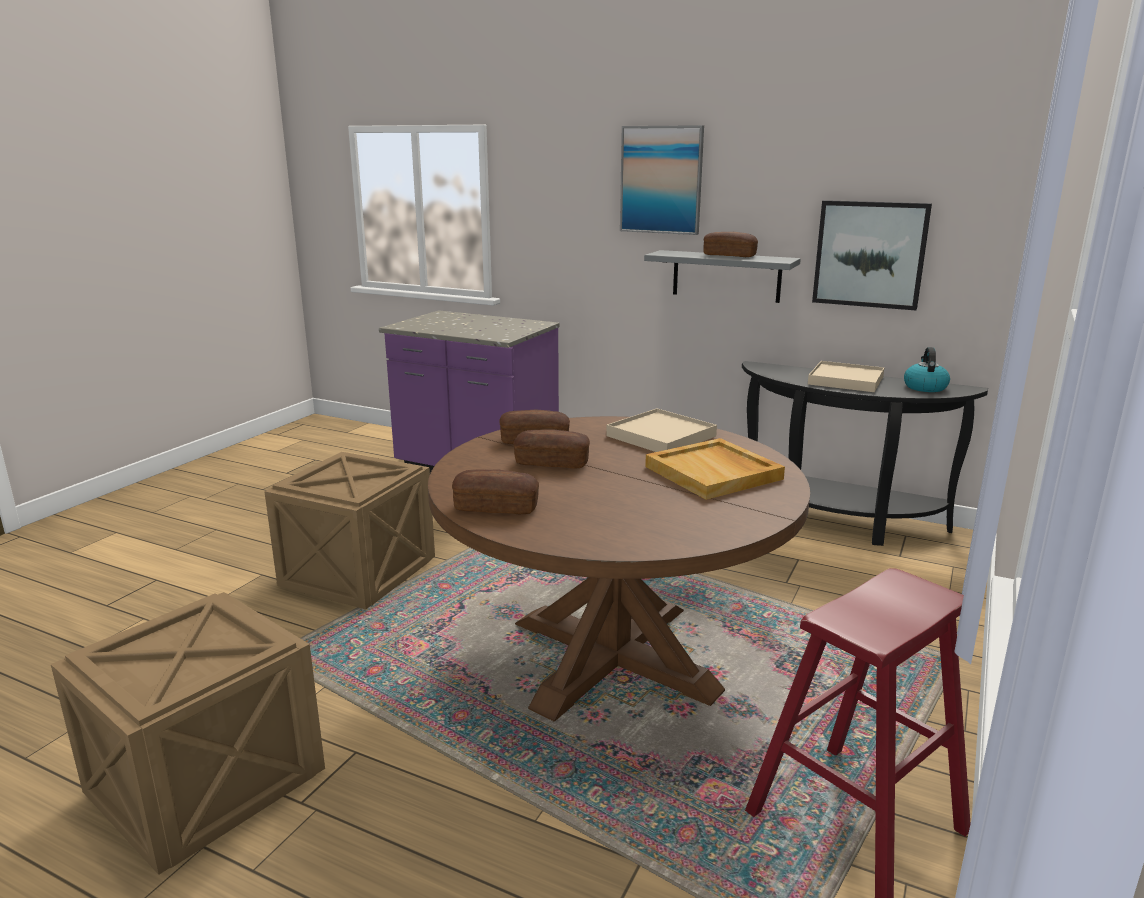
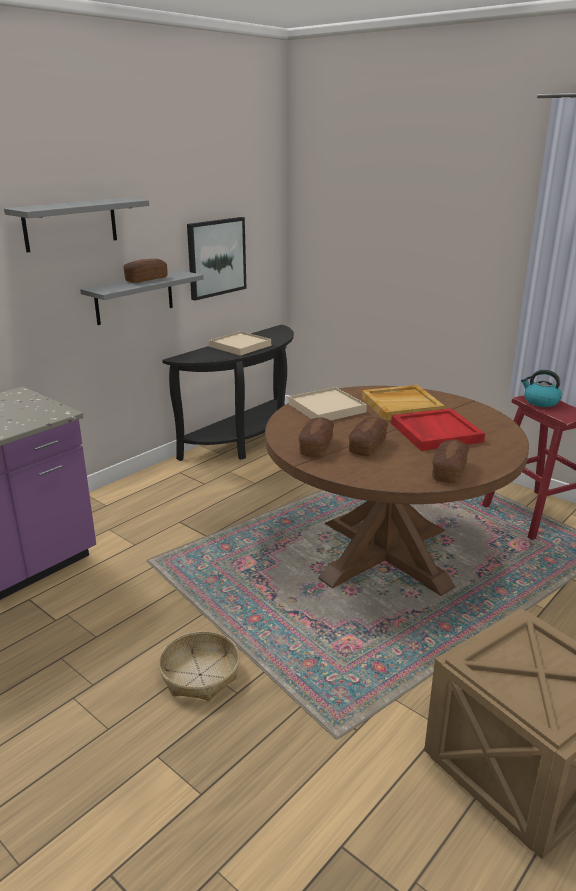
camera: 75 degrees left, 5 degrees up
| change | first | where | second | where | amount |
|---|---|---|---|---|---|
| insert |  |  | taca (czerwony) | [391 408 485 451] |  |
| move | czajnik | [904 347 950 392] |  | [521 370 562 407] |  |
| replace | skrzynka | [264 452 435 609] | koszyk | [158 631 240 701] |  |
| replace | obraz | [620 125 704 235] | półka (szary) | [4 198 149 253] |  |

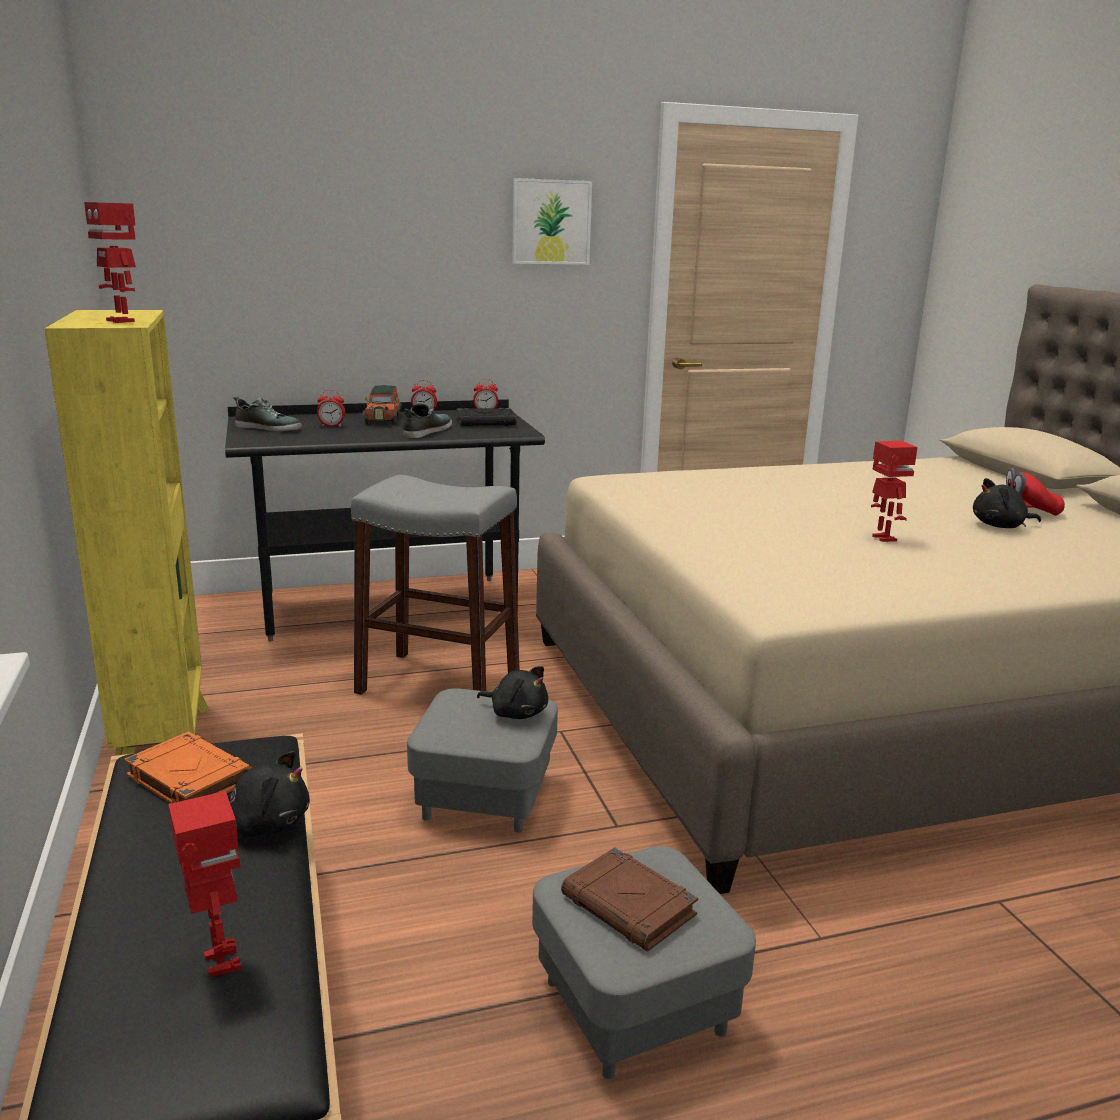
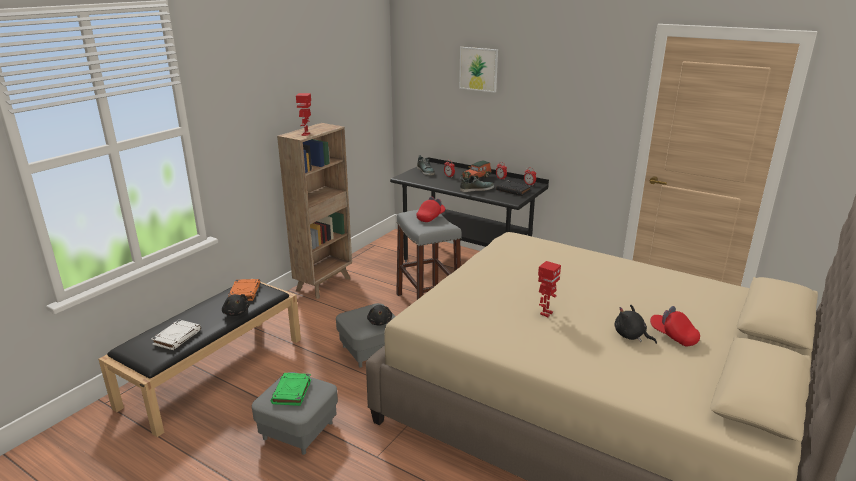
camera: 50 degrees right, 5 degrees up
| change | first | where | second | where | amount |
|---|---|---|---|---|---|
| insert |  |  | czapka z daszkiem (czerwony) | [416 197 446 222] |  |
| move | obraz | [512 178 592 265] |  | [459 47 498 93] |  |
| replace | robot zabawkowy | [168 791 241 977] | książka (biały) | [151 320 201 350] |  |
| recolor | regał (żółty) | [45 310 209 756] | regał (brązowy) | [277 123 352 299] |  |
| recolor | książka (brązowy) | [561 847 698 952] | książka (zielony) | [271 373 311 406] |  |

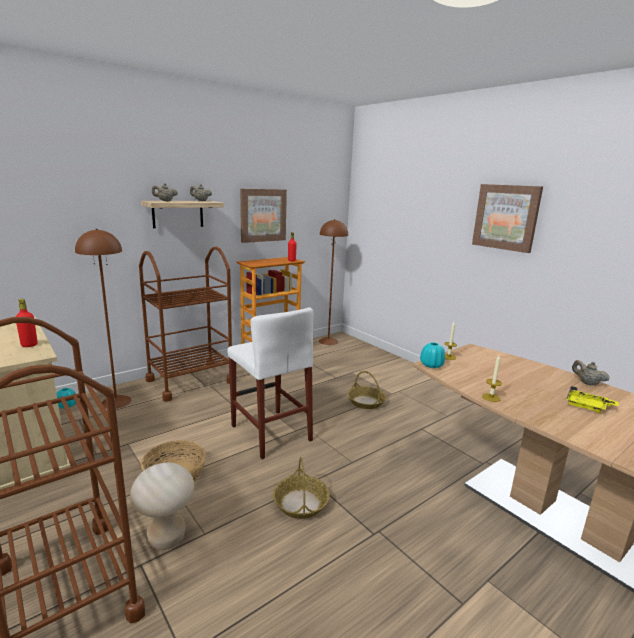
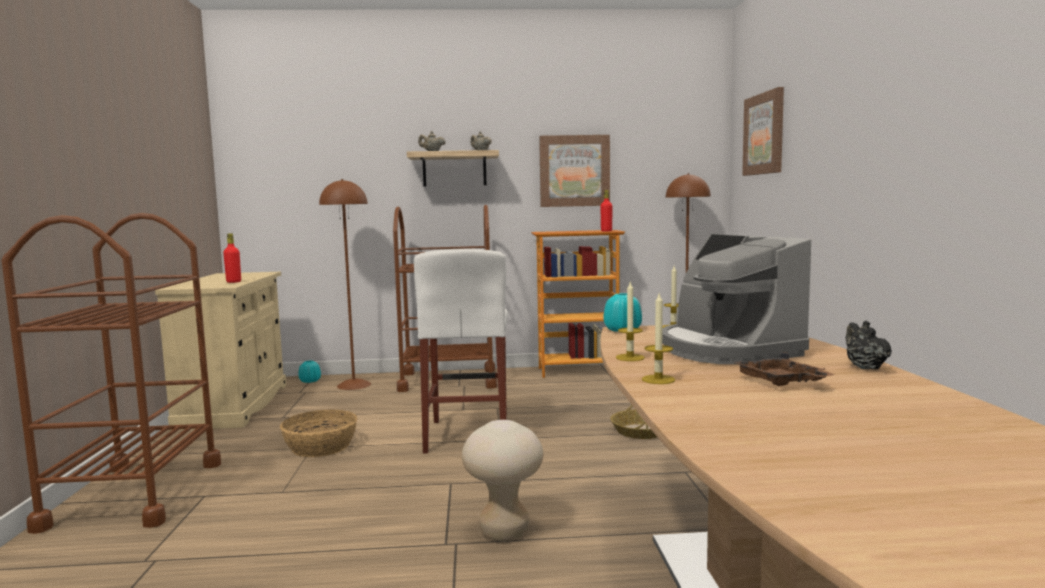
camera: 35 degrees right, 10 degrees down
| change | first | where | second | where | amount |
|---|---|---|---|---|---|
| delete | koszyk | [273 457 330 519] |  |  |  |
| insert |  |  | świeca | [642 294 675 384] |  |
| insert |  |  | ekspres do kawy | [662 234 811 364] |  |
| move | stołek (beżowy) | [130 463 194 550] |  | [462 420 543 541] |  |
| move | obraz | [472 184 543 253] |  | [742 87 784 176] |  |
| recolor | taca (żółty) | [566 386 619 413] | taca (brązowy) | [734 352 836 386] |  |
| recolor | imbryk (beżowy) | [572 360 609 386] | imbryk (czarny) | [846 321 892 369] |  |

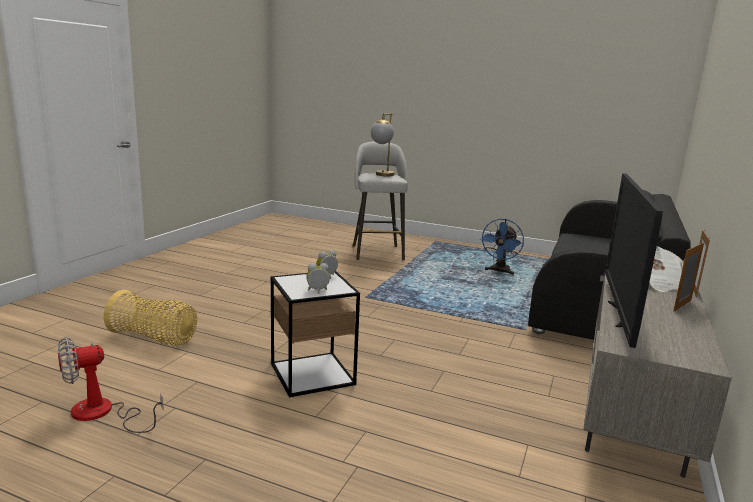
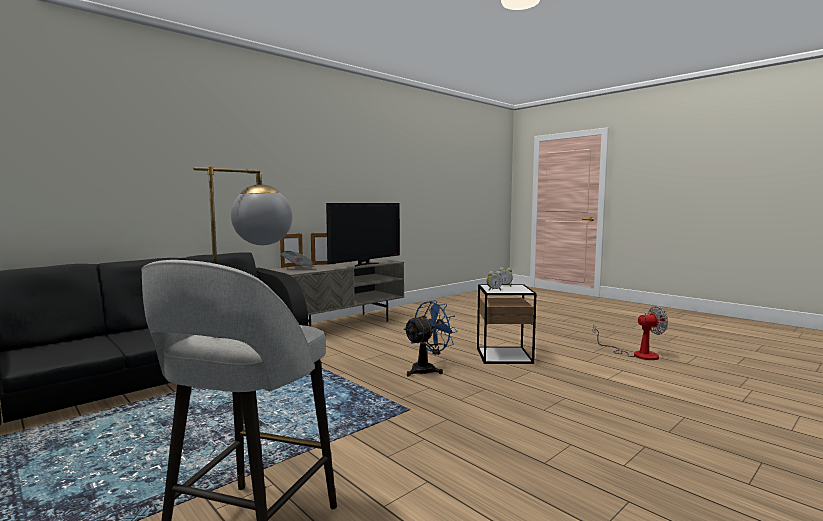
camera: 155 degrees left, 10 degrees down
| change | first | where | second | where | amount |
|---|---|---|---|---|---|
| delete | koszyk | [104 290 197 346] |  |  |  |
| move | wentylator (niebieski) | [480 219 524 275] |  | [403 300 458 377] |  |

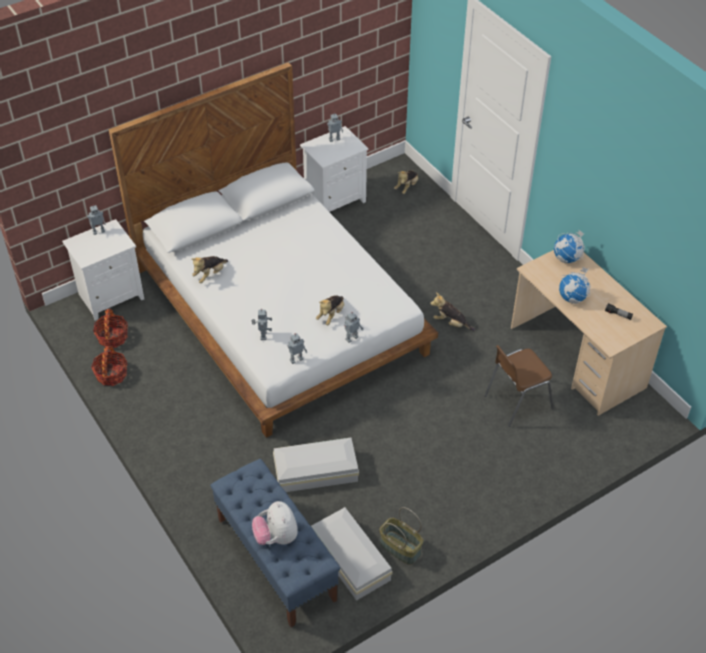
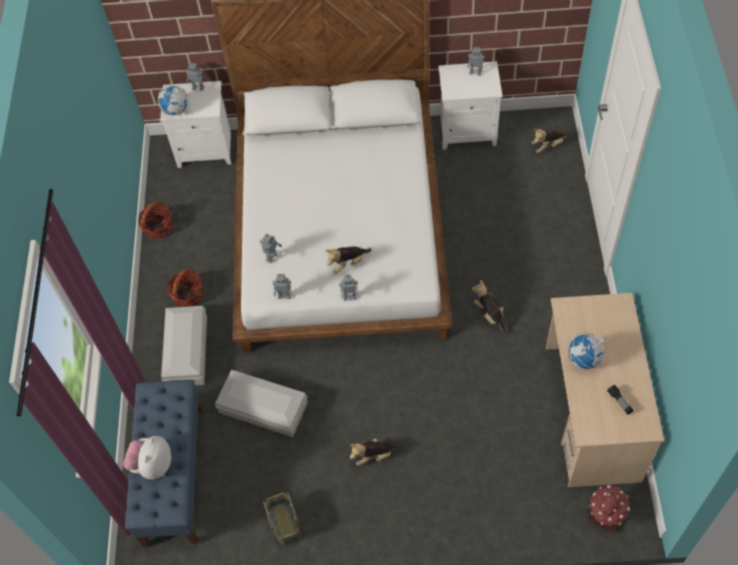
camera: 35 degrees right, 10 degrees up
| change | first | where | second | where | amount |
|---|---|---|---|---|---|
| delete | krzesło (brązowy) | [485 345 554 427] |  |  |  |
| insert |  |  | domek | [587 485 630 534] |  |
| move | koszyk | [93 309 128 348] |  | [167 269 204 307] |  |
| move | pluszak | [191 256 228 283] |  | [350 439 402 466] |  |
| move | pojemnik do przechowywania (biały) | [311 507 393 601] |  | [161 306 207 385] |  |
| move | globus | [554 230 585 263] |  | [158 85 190 115] |  |

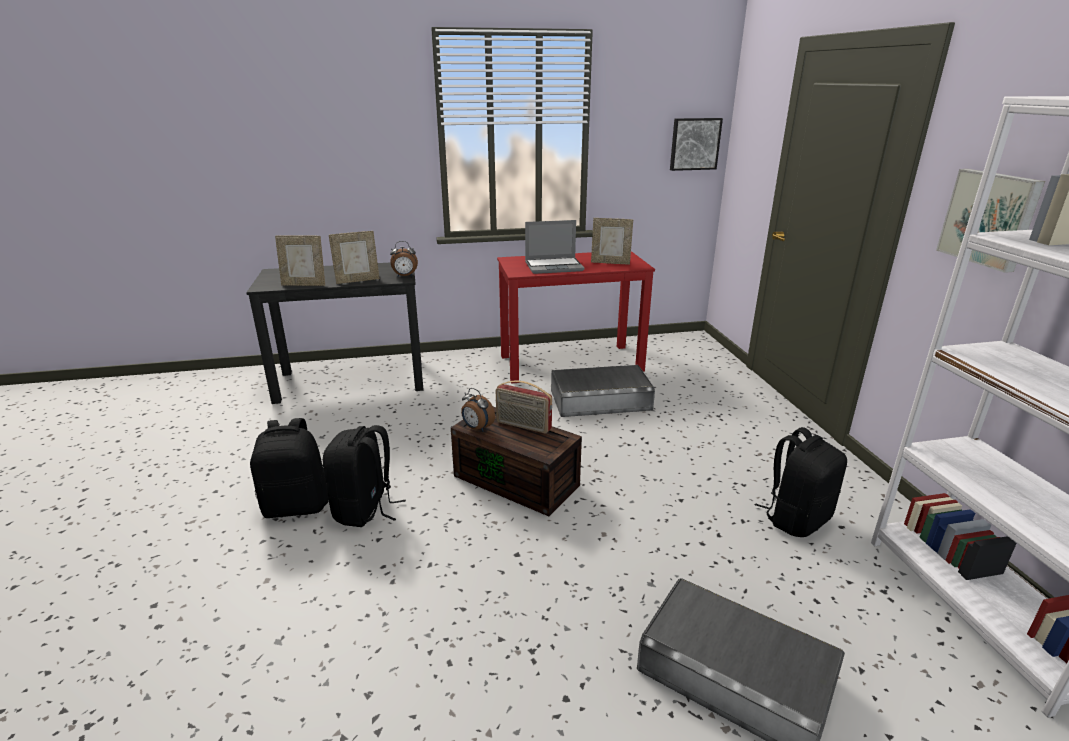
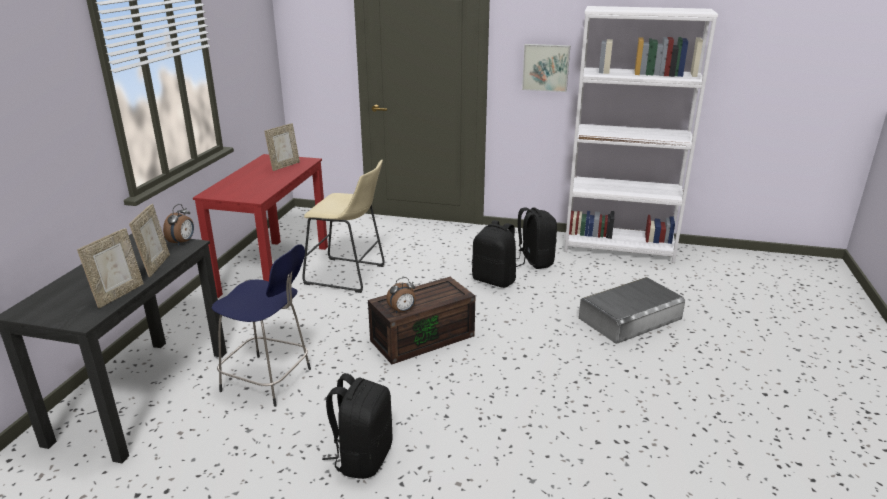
camera: 65 degrees left, 0 degrees up
| change | first | where | second | where | amount |
|---|---|---|---|---|---|
| delete | radio | [496 380 552 434] |  |  |  |
| delete | laptop | [525 220 584 274] |  |  |  |
| delete | obraz | [670 118 723 171] |  |  |  |
| insert |  |  | stołek (niebieski) | [212 244 311 407] |  |
| move | plecak (czarny) | [323 425 406 527] |  | [472 220 516 288] |  |
| replace | pojemnik do przechowywania (szary) | [551 365 655 417] | stołek (beżowy) | [302 160 385 293] |  |

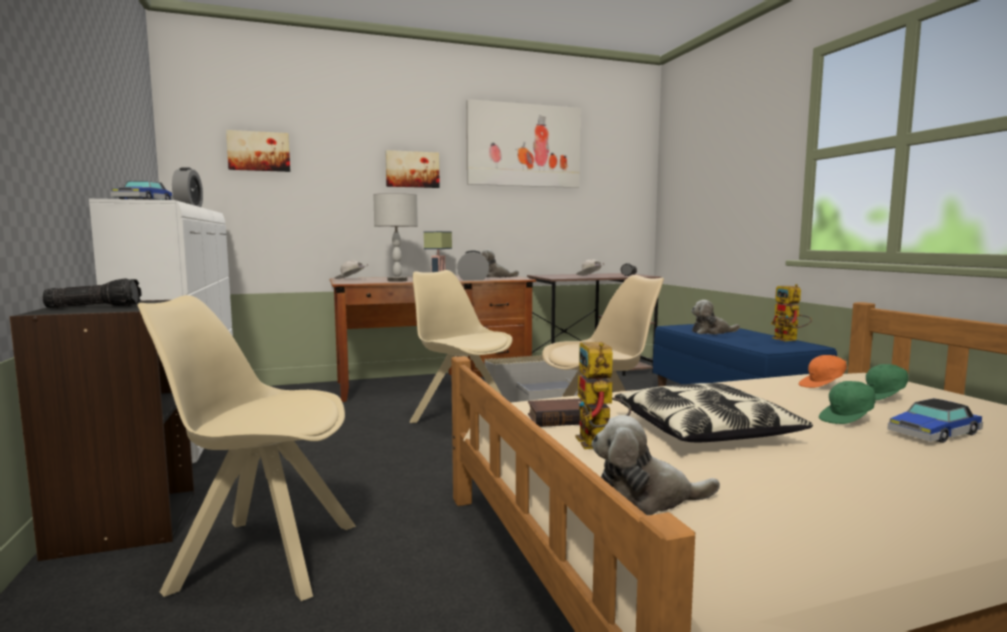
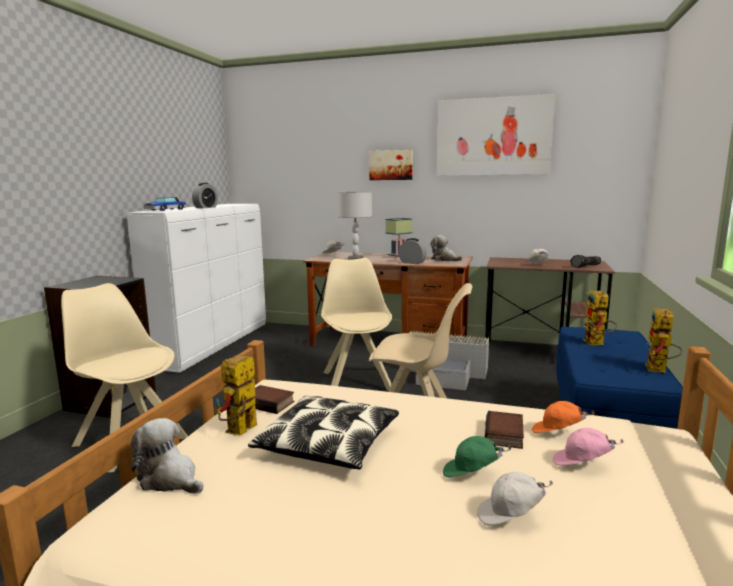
camera: 35 degrees right, 5 degrees up
| change | first | where | second | where | amount |
|---|---|---|---|---|---|
| delete | latarka | [42 278 142 308] |  |  |  |
| delete | obraz | [226 130 290 172] |  |  |  |
| insert |  |  | książka | [485 411 524 449] |  |
| replace | pluszak | [691 300 740 334] | robot zabawkowy | [583 291 617 345] |  |
| replace | samochodzik | [887 398 983 443] | czapka z daszkiem (biały) | [477 472 553 525] |  |
| recolor | czapka z daszkiem (zielony) | [866 364 908 400] | czapka z daszkiem (różowy) | [553 428 624 465] |  |

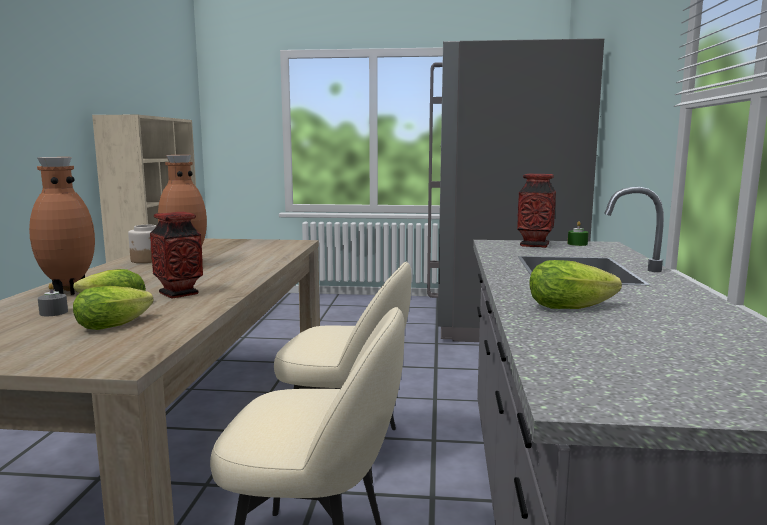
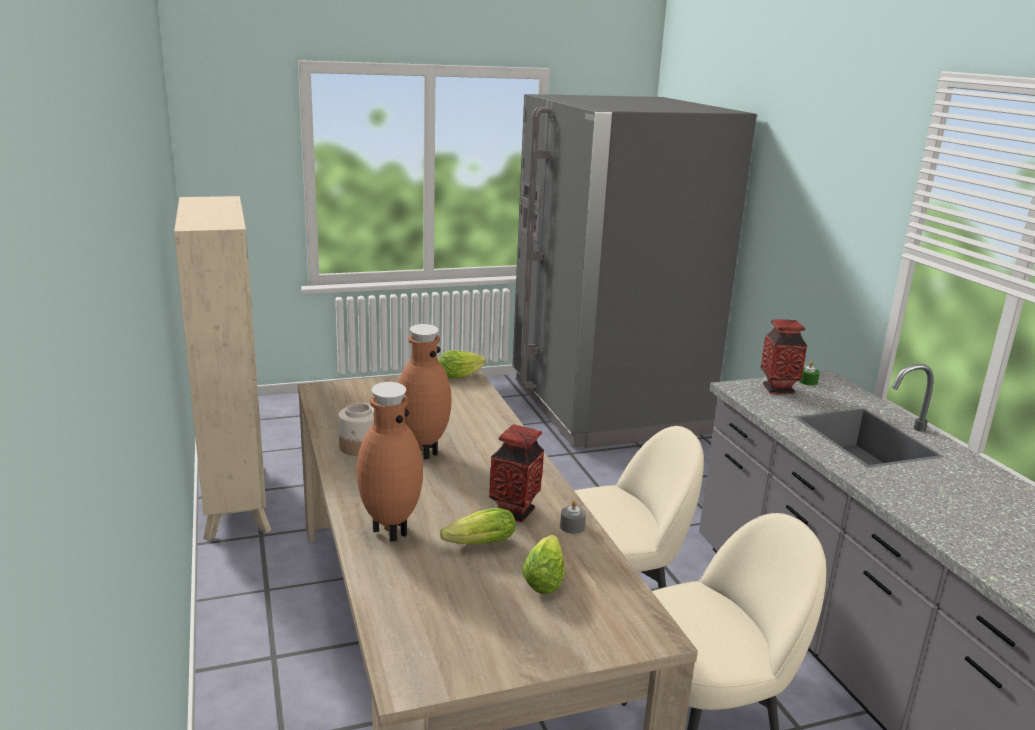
camera: 25 degrees left, 10 degrees up
| change | first | where | second | where | amount |
|---|---|---|---|---|---|
| move | świeca (szary) | [38 283 68 316] |  | [560 501 586 534] |  |
| move | sałata | [529 260 622 309] |  | [438 351 486 378] |  |

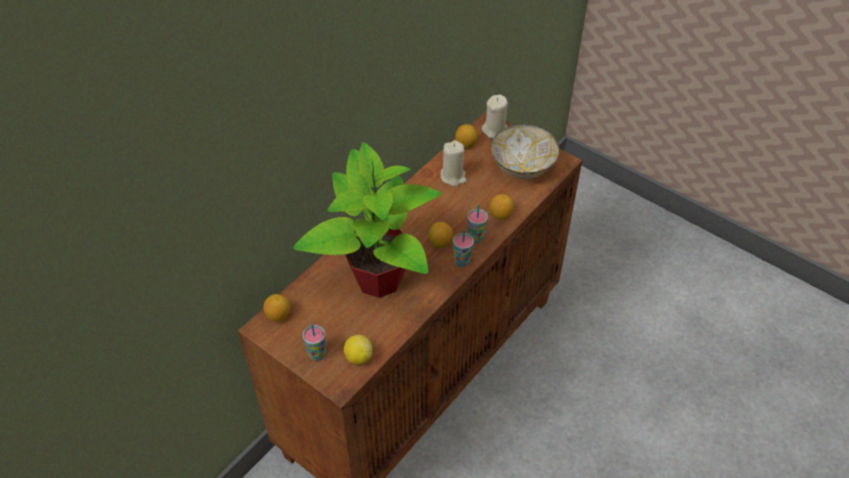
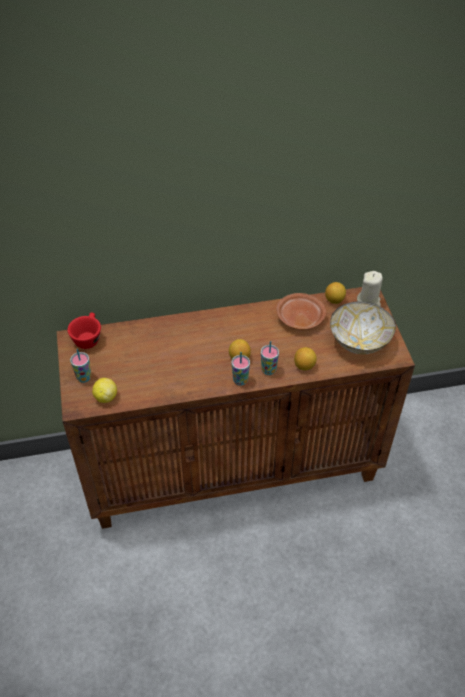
camera: 40 degrees right, 0 degrees up
| change | first | where | second | where | amount |
|---|---|---|---|---|---|
| delete | roślina doniczkowa | [293 142 442 298] |  |  |  |
| replace | cytryna | [263 294 290 322] | filiżanka (czerwony) | [68 312 101 349] |  |
| replace | świeca (beżowy) | [441 140 467 186] | talerz (brązowy) | [276 293 327 330] |  |

